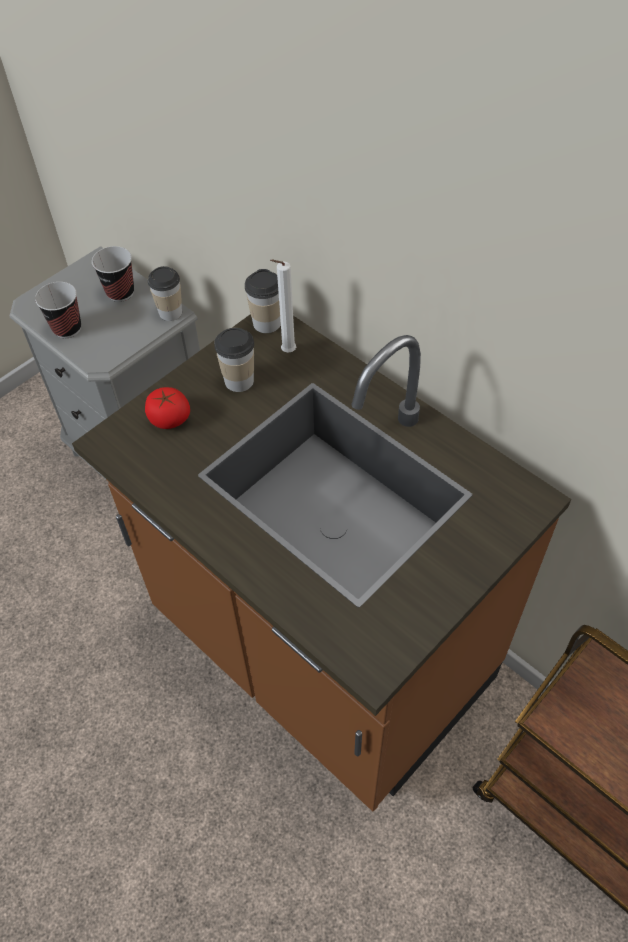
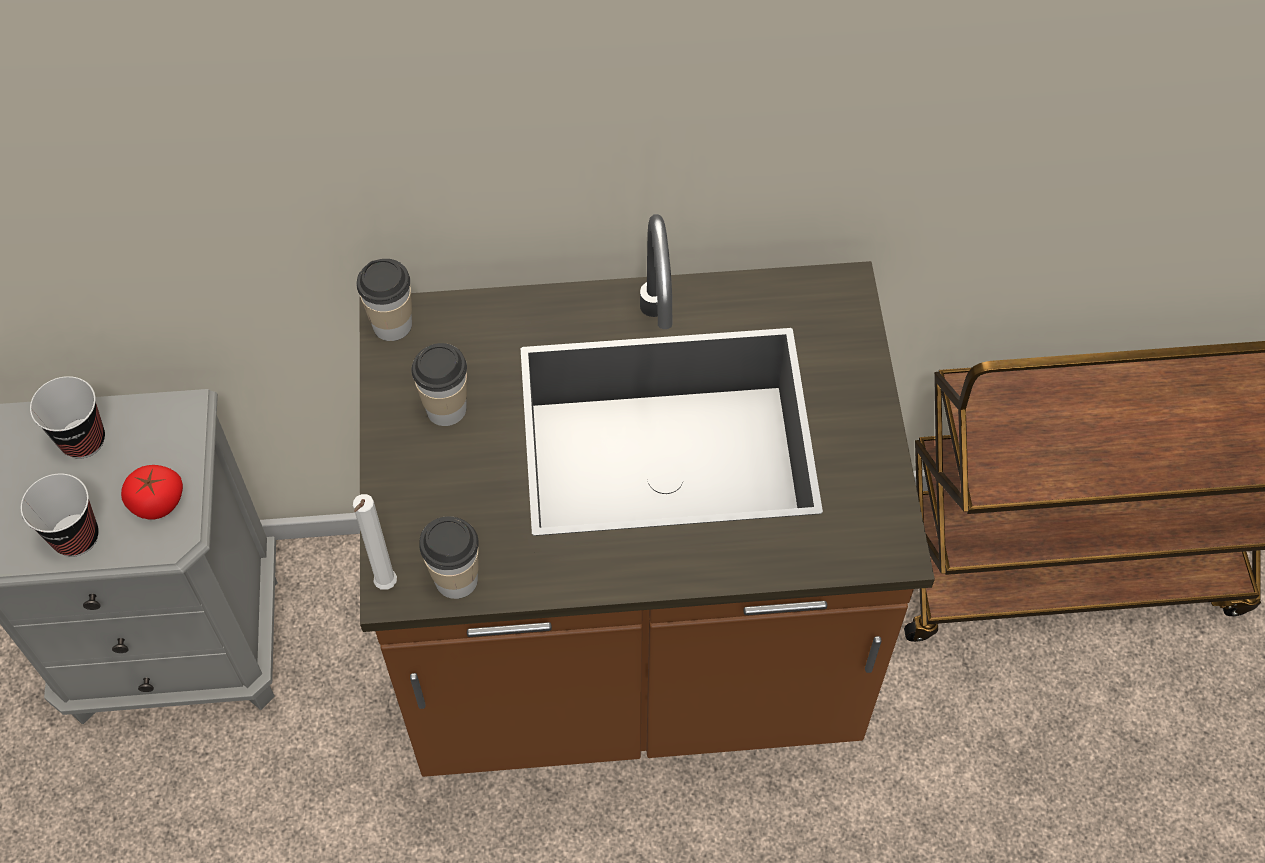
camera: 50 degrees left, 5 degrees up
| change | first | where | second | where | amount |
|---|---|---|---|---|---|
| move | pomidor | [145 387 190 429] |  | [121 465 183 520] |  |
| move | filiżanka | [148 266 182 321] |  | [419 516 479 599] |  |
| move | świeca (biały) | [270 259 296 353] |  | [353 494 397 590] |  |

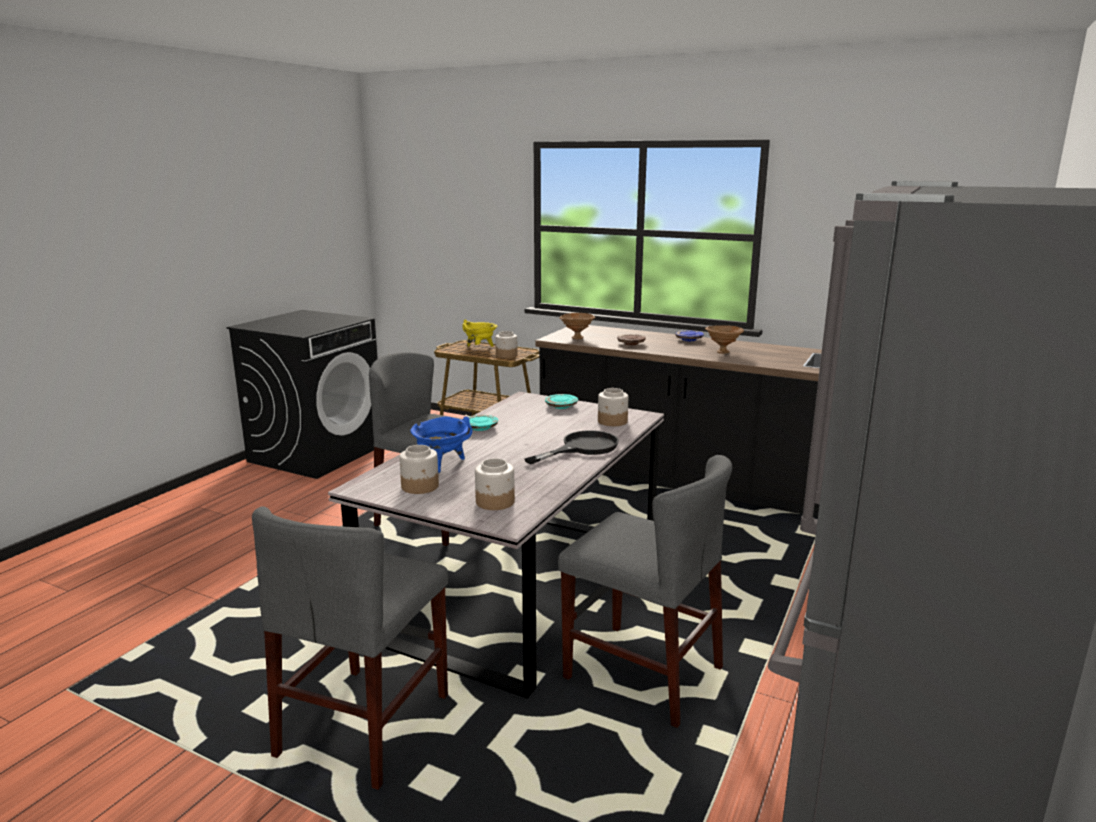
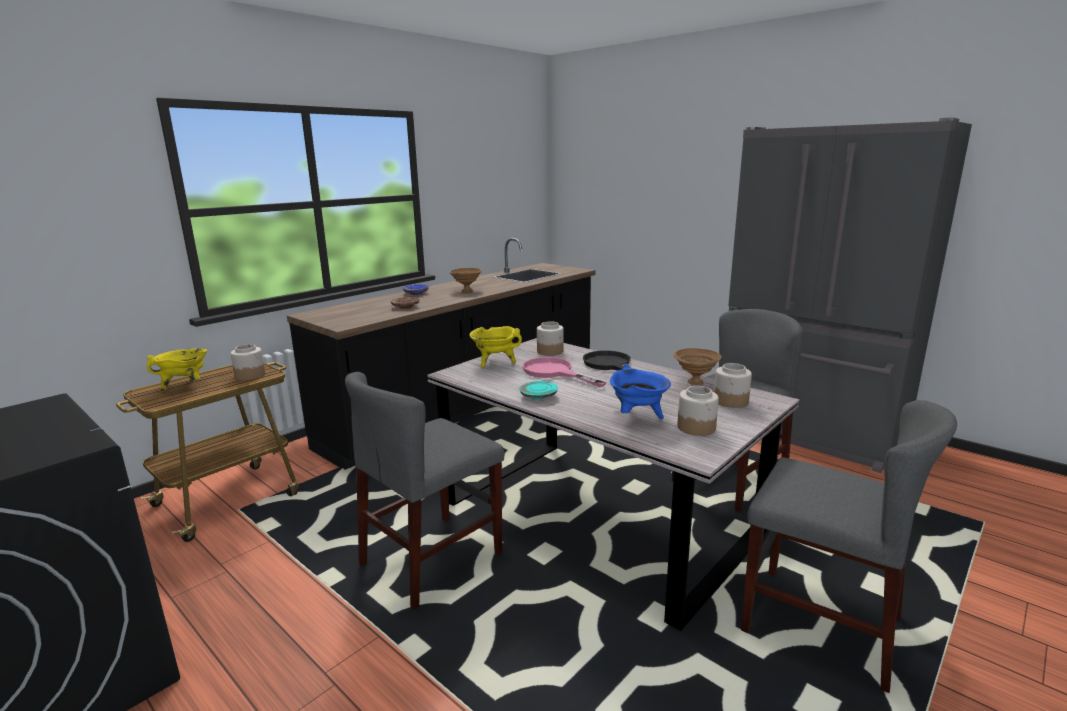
camera: 75 degrees left, 0 degrees up
| change | first | where | second | where | amount |
|---|---|---|---|---|---|
| insert |  |  | patelnia (różowy) | [522 357 606 387] |  |
| move | miska (brązowy) | [559 313 595 339] |  | [674 348 722 385] |  |
| replace | talerz (turkusowy) | [545 394 578 409] | garnek (żółty) | [470 326 522 368] |  |

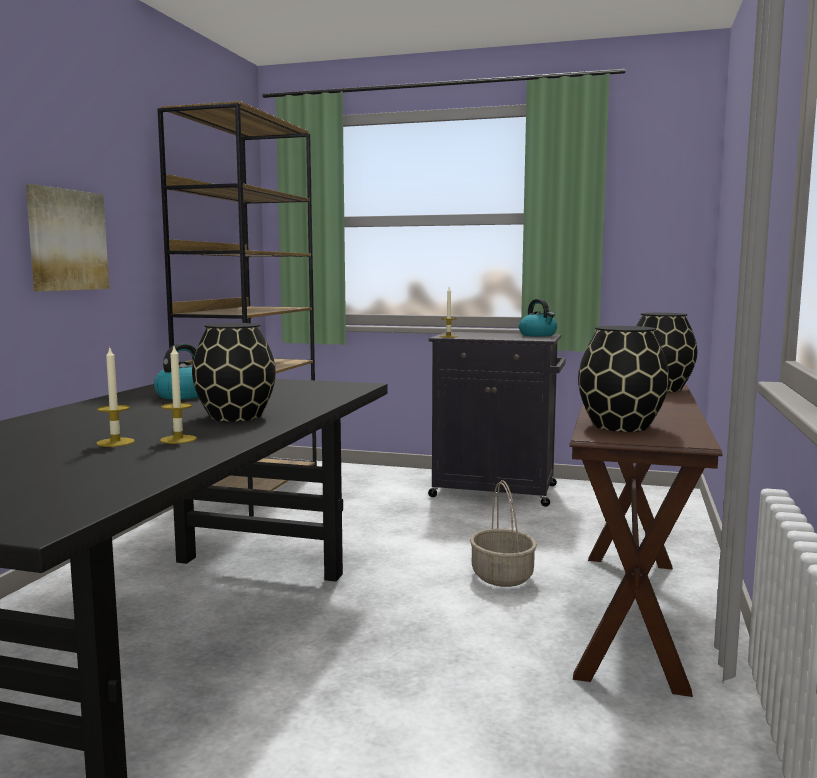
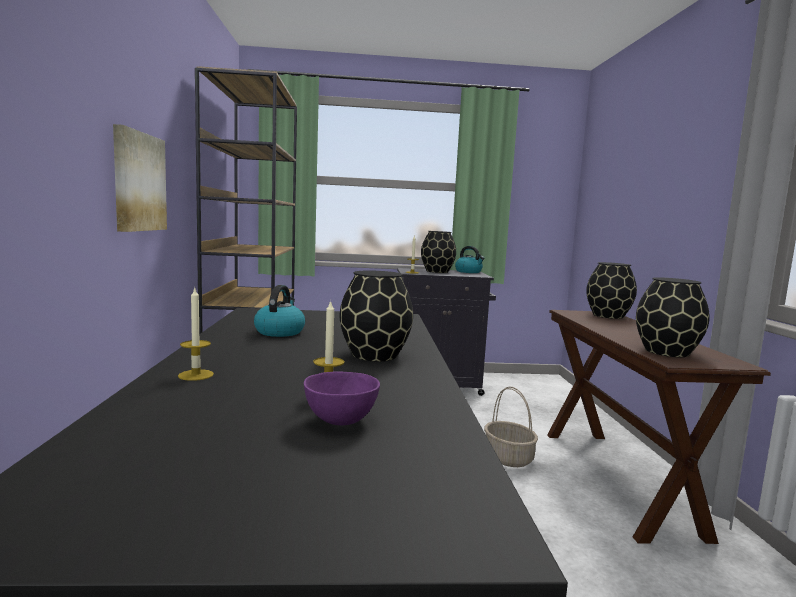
camera: 20 degrees left, 0 degrees up
| change | first | where | second | where | amount |
|---|---|---|---|---|---|
| insert |  |  | miska (fioletowy) | [304 372 380 426] |  |
| insert |  |  | wazon (czarny) | [421 231 456 273] |  |
| move | świeca | [160 347 197 444] |  | [178 286 214 381] |  |

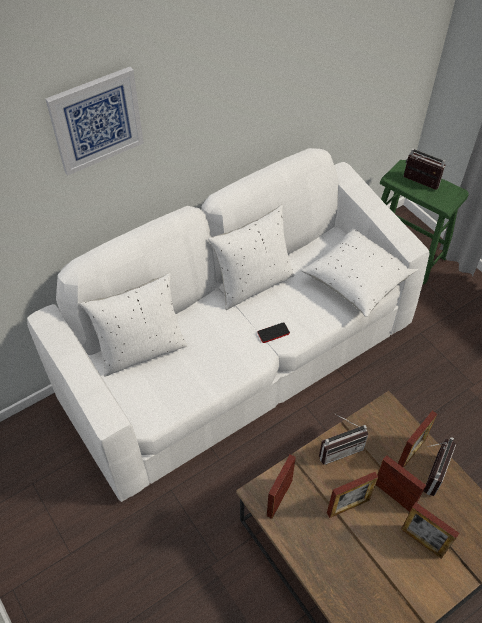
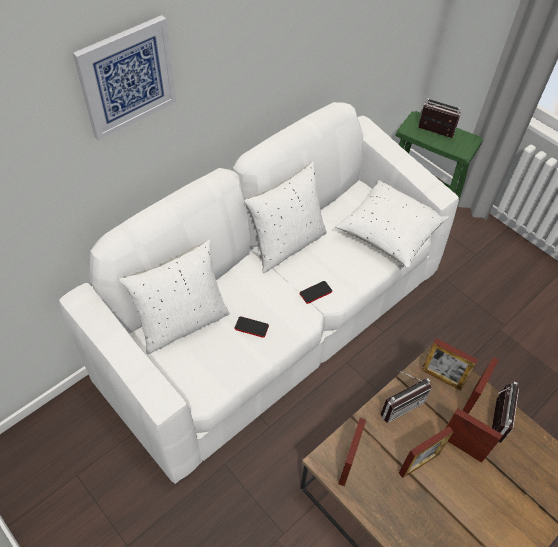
camera: 10 degrees left, 0 degrees up
| change | first | where | second | where | amount |
|---|---|---|---|---|---|
| insert |  |  | telefon | [235 316 269 338] |  |
| move | ramka na zdjęcie | [401 503 459 559] |  | [421 338 478 391] |  |

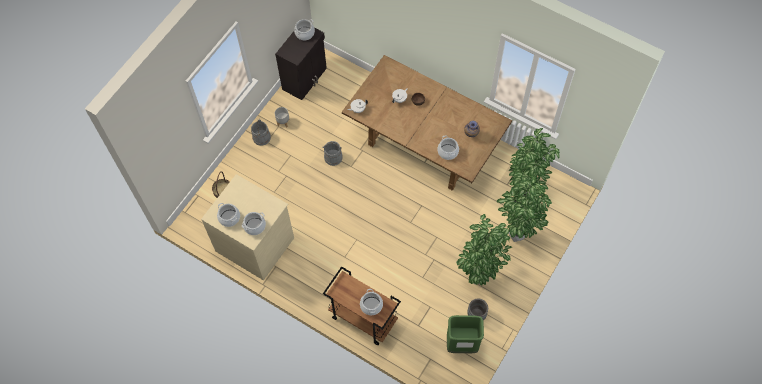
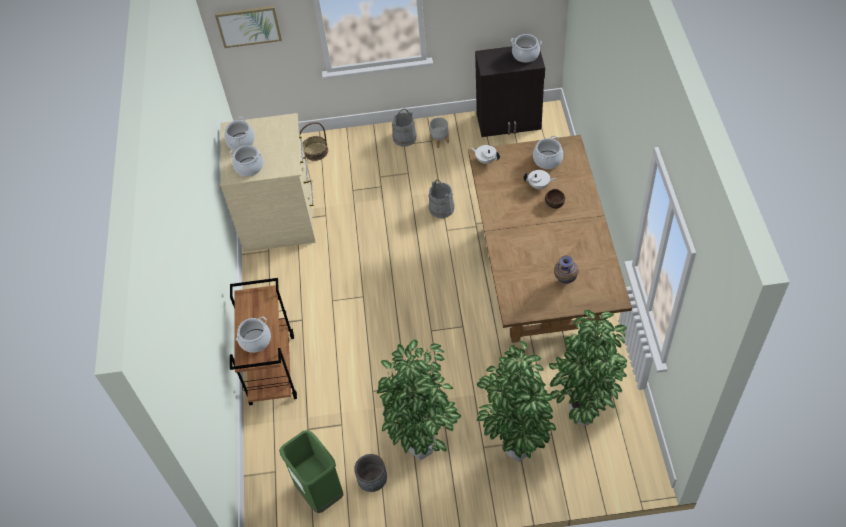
camera: 55 degrees right, 10 degrees down
| change | first | where | second | where | amount |
|---|---|---|---|---|---|
| insert |  |  | obraz | [215 6 282 48] |  |
| move | garnek | [437 135 459 160] |  | [533 136 563 169] |  |

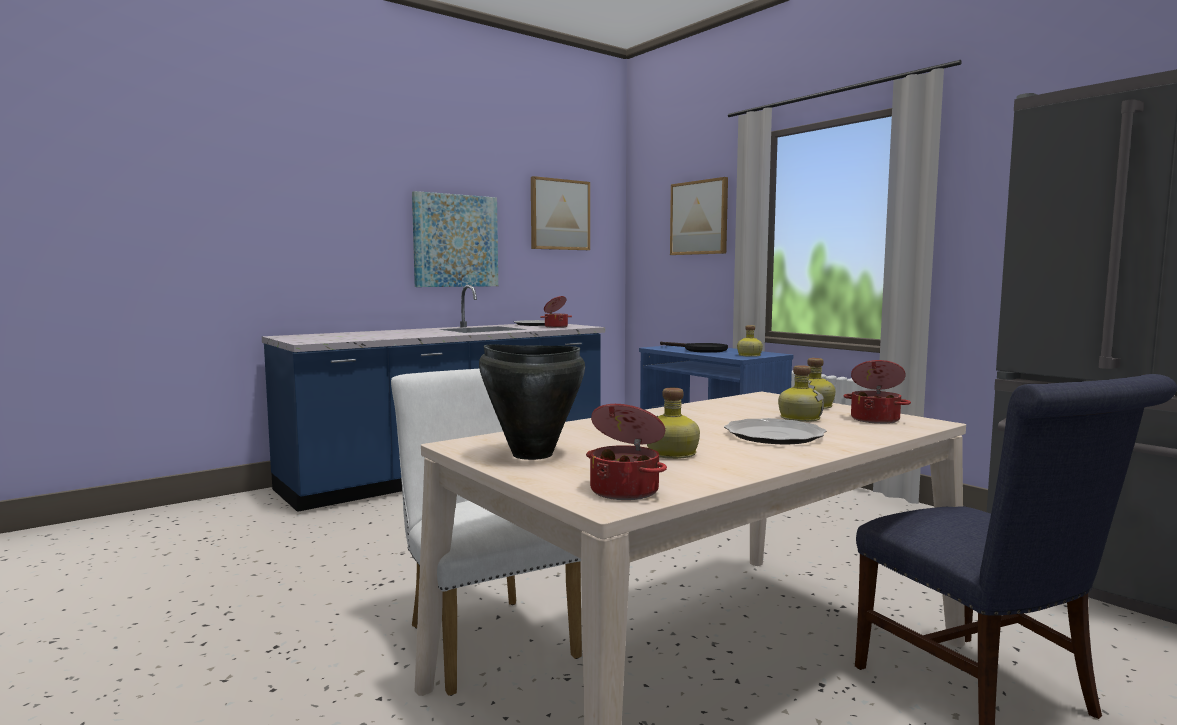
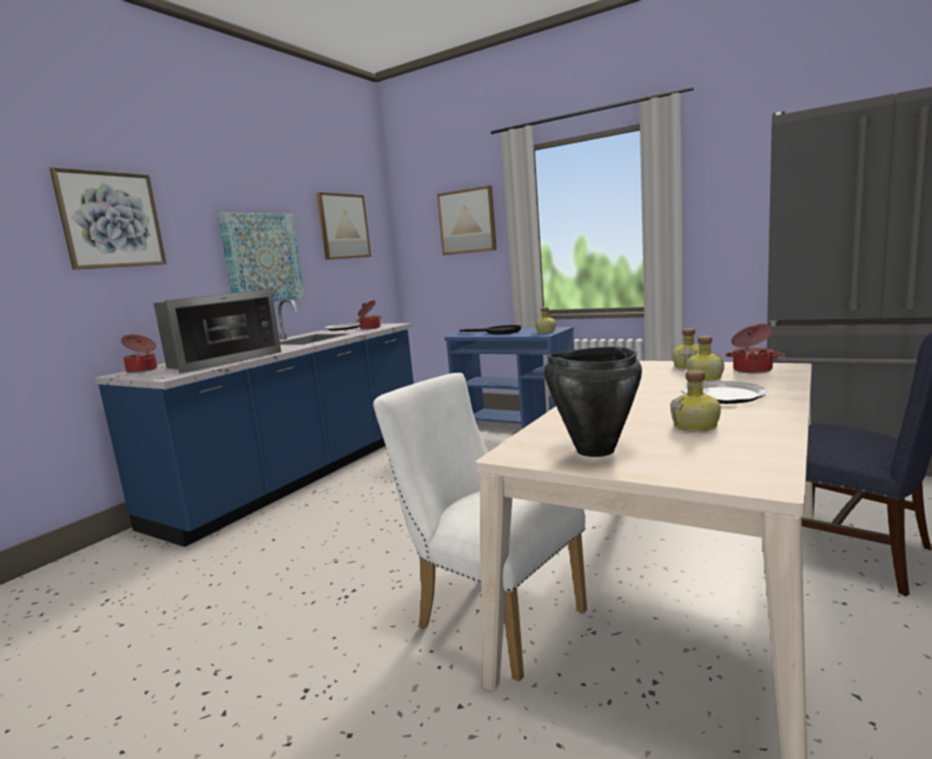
camera: 20 degrees left, 5 degrees up
| change | first | where | second | where | amount |
|---|---|---|---|---|---|
| insert |  |  | obraz | [49 167 167 270] |  |
| insert |  |  | mikrofalówka | [154 289 281 373] |  |
| move | garnek | [586 404 667 500] |  | [121 334 157 373] |  |

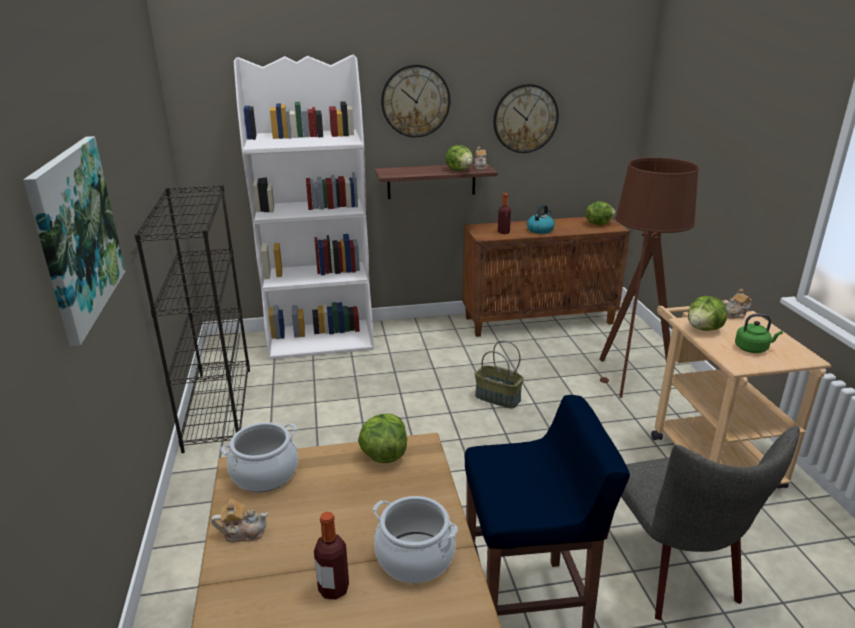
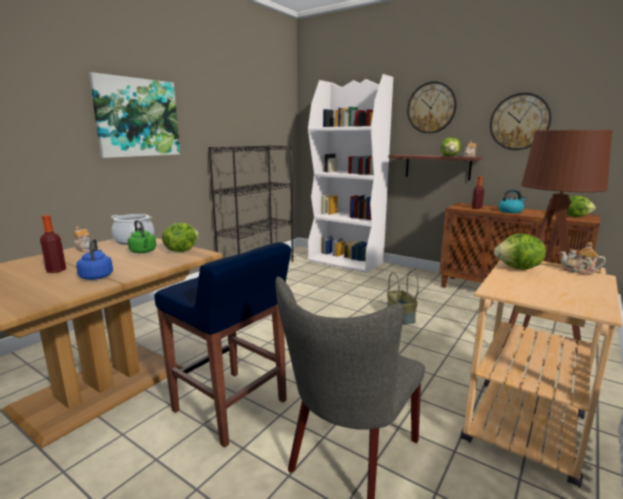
camera: 45 degrees right, 10 degrees down
| change | first | where | second | where | amount |
|---|---|---|---|---|---|
| move | czajnik (zielony) | [735 314 783 353] |  | [128 220 156 253] |  |
| replace | garnek | [373 496 458 583] | czajnik (niebieski) | [76 238 113 280] |  |

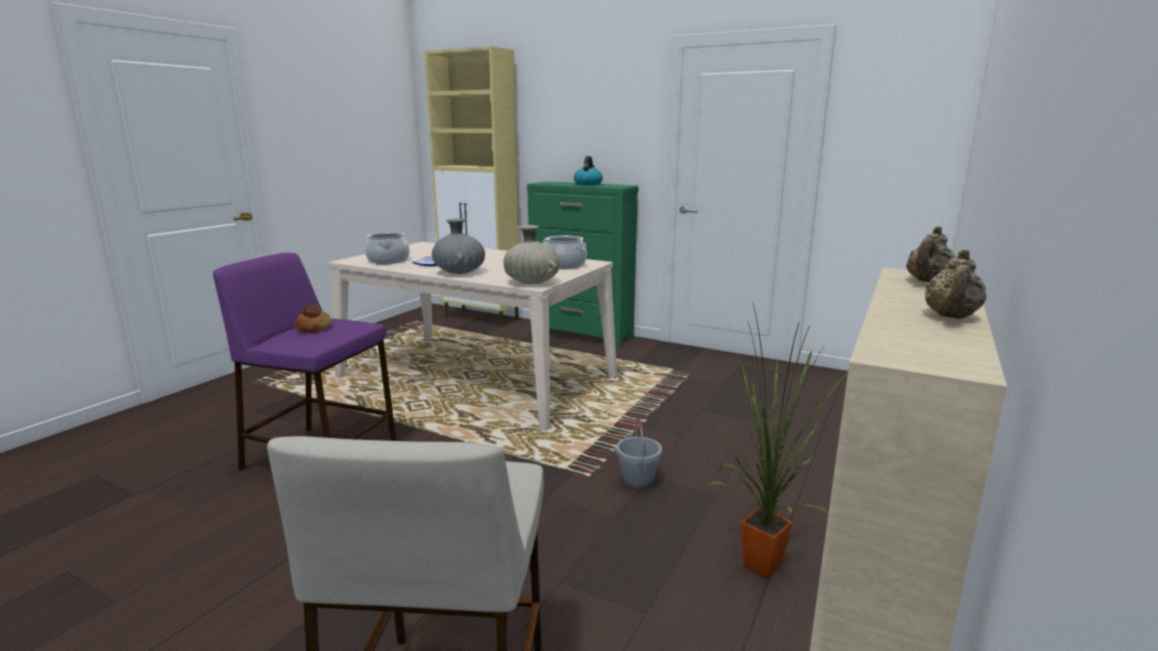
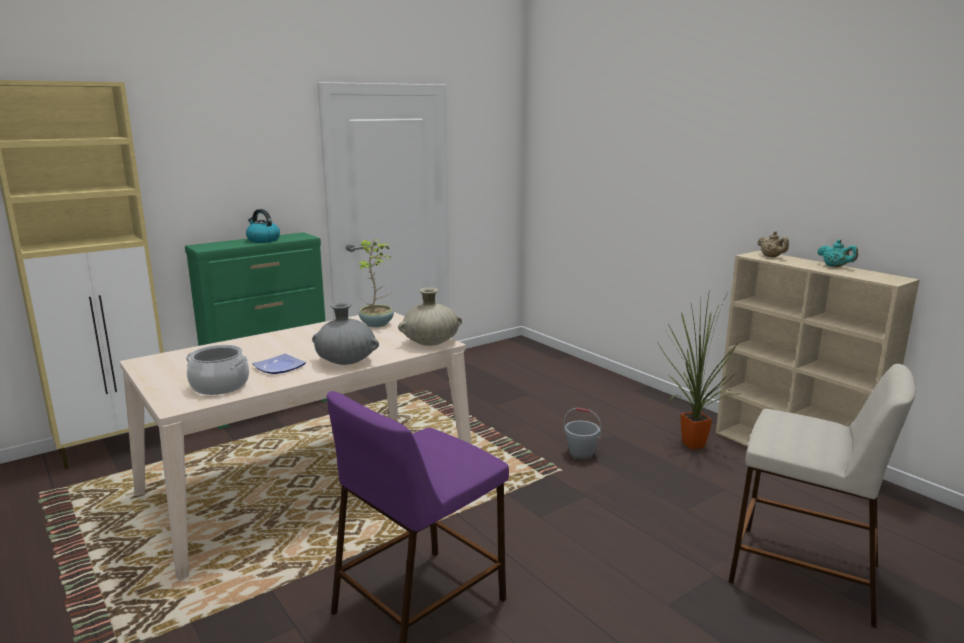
camera: 65 degrees left, 0 degrees up
| change | first | where | second | where | amount |
|---|---|---|---|---|---|
| delete | chleb | [295 304 332 333] |  |  |  |
| replace | garnek | [543 235 587 269] | roślina doniczkowa | [356 239 394 327] |  |
| recolor | imbryk (beżowy) | [925 249 987 319] | imbryk (turkusowy) | [818 240 858 267] |  |

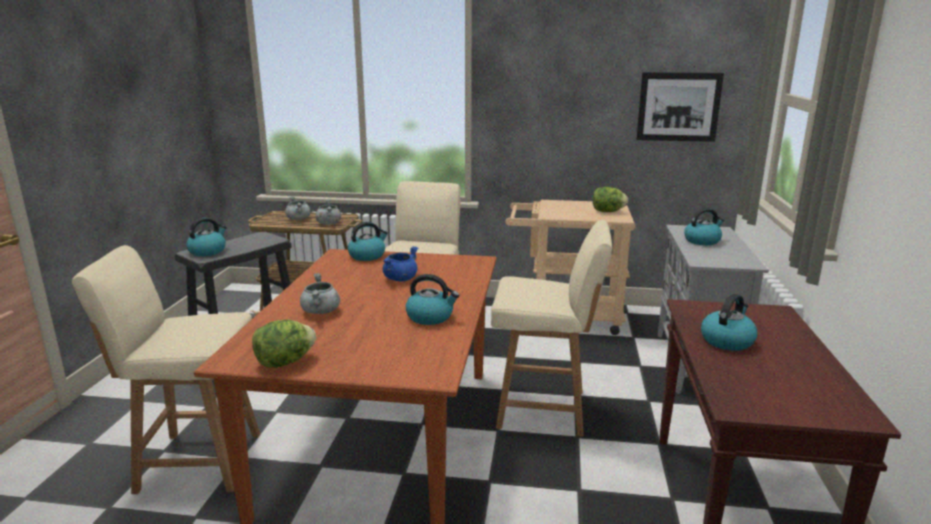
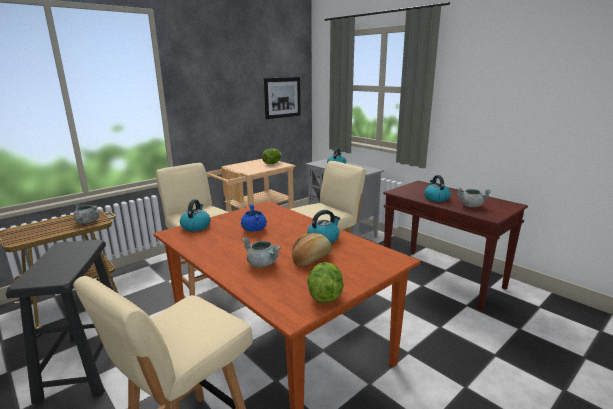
camera: 50 degrees left, 0 degrees up
| change | first | where | second | where | amount |
|---|---|---|---|---|---|
| delete | czajnik | [186 218 227 256] |  |  |  |
| insert |  |  | chleb | [292 233 332 266] |  |
| move | garnek (szary) | [285 196 311 220] |  | [456 187 492 208] |  |

